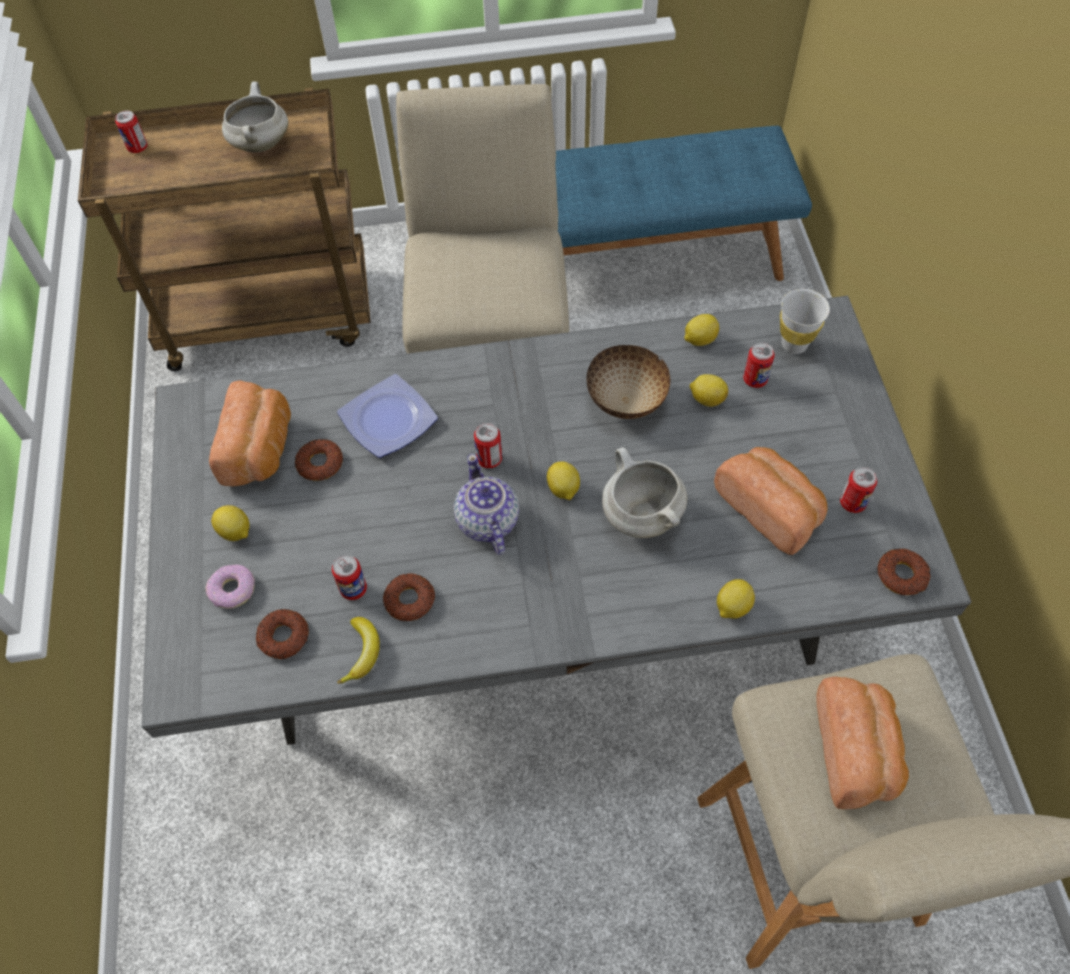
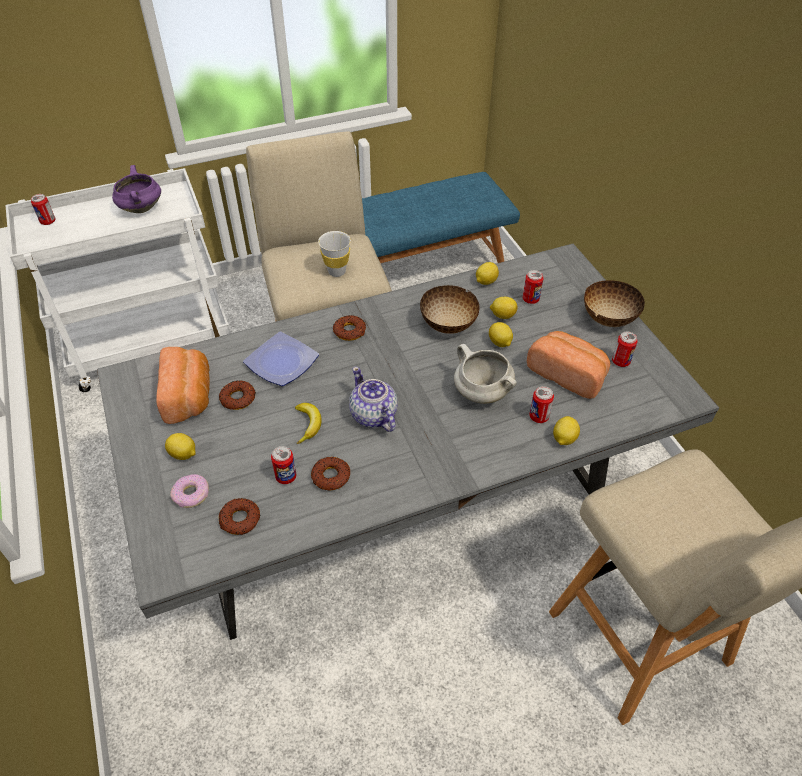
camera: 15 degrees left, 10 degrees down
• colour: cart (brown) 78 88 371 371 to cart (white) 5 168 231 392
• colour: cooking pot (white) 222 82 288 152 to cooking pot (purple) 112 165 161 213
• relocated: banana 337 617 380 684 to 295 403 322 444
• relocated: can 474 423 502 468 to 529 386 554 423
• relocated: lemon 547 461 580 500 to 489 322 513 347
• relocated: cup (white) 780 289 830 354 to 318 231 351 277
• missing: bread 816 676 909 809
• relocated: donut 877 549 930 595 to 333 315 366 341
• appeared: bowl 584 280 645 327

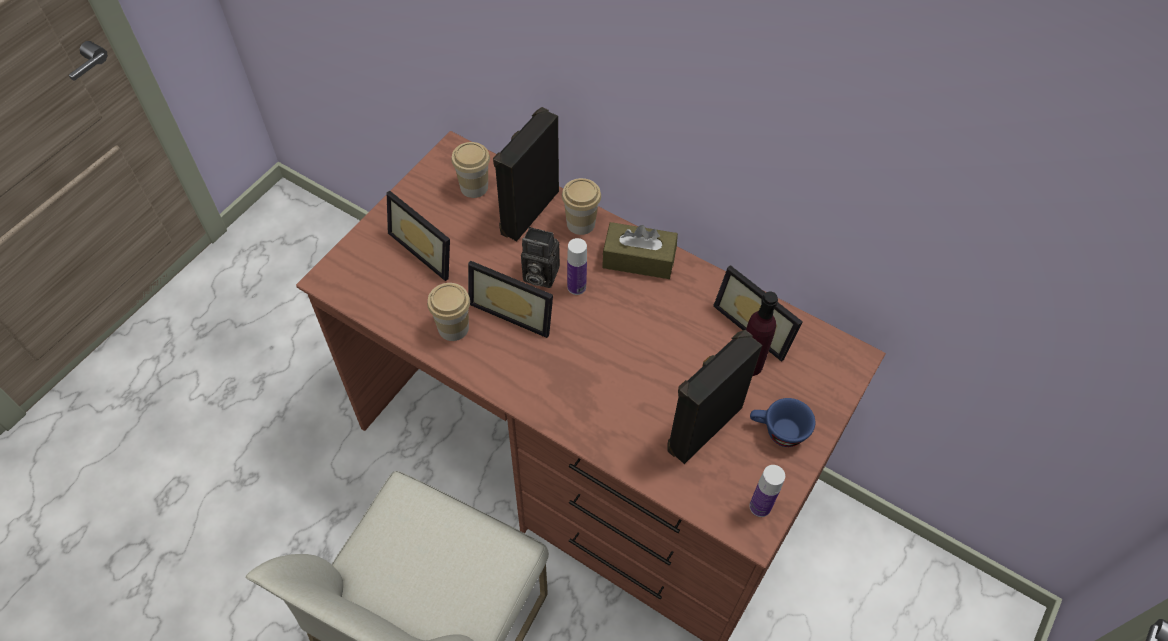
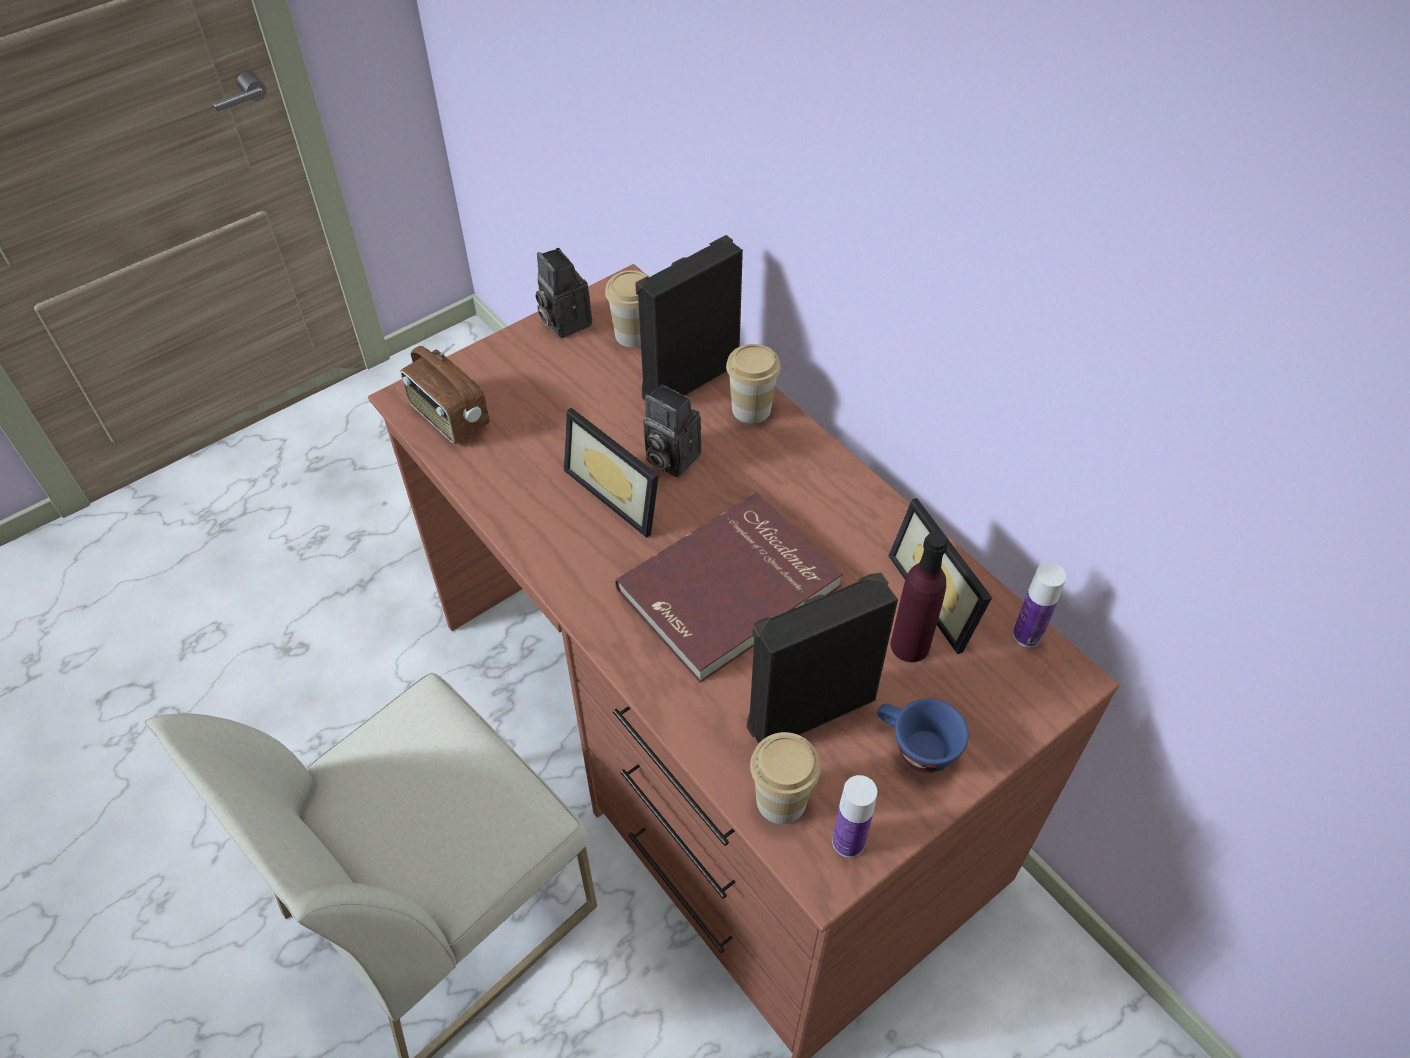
camera: 20 degrees right, 5 degrees down
• missing: picture frame 387 191 450 281
• relocated: cup 427 283 470 341 to 750 732 821 824
• relocated: bottle 567 238 587 295 to 1013 563 1066 647
• missing: tissue box (brown) 602 222 678 279
• appeared: radio 400 343 490 444
• appeared: photo camera 535 248 592 338
• appeared: book (red) 615 493 843 683

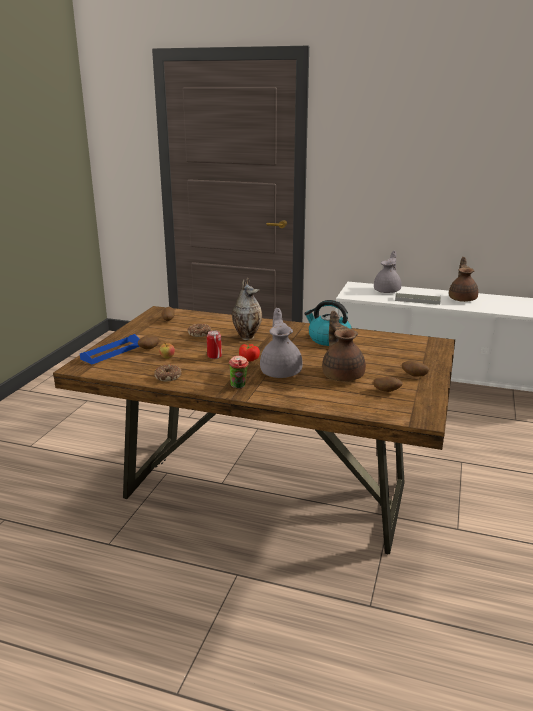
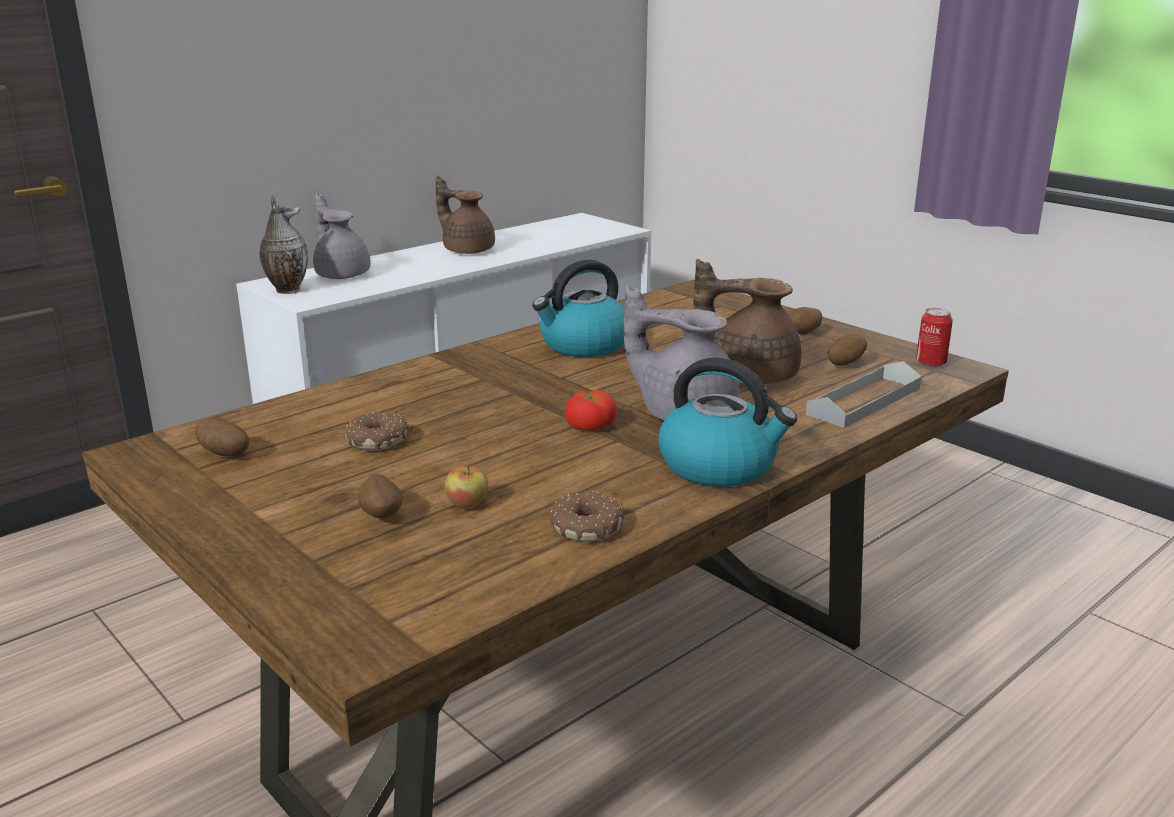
camera: 60 degrees left, 0 degrees up
• missing: tray (blue) 80 334 140 364
• relocated: can 207 330 222 359 to 916 308 953 367
• exchanged: cup 229 356 249 389 to kettle 659 358 797 487
• relocated: vase 232 278 262 340 to 260 195 308 294
• relocated: tray (grey) 395 292 441 305 to 806 361 921 428

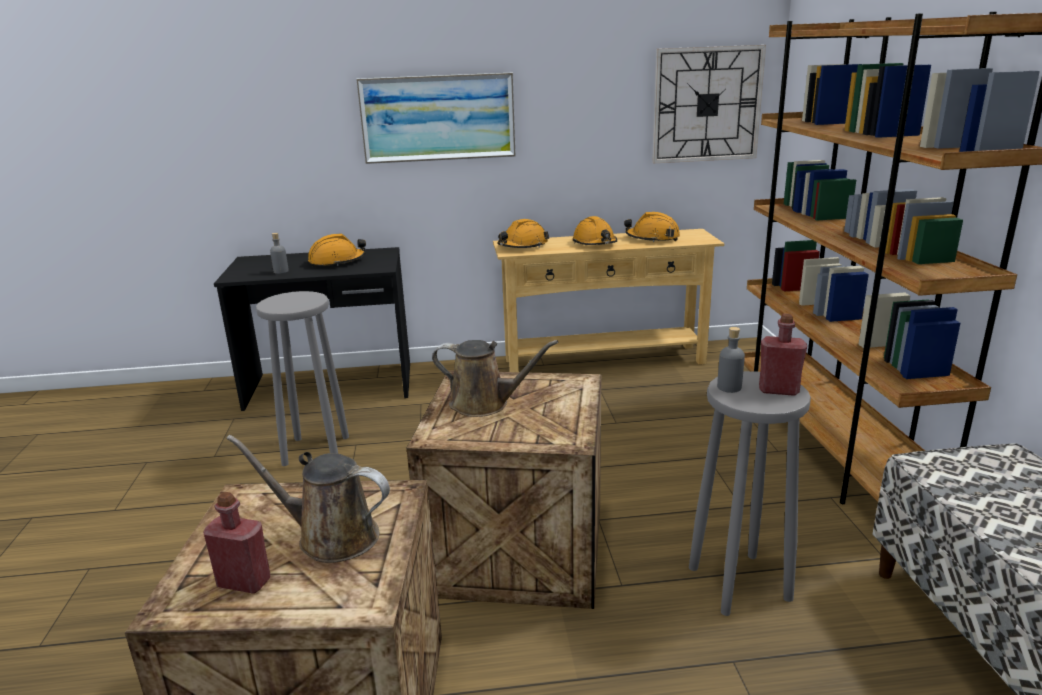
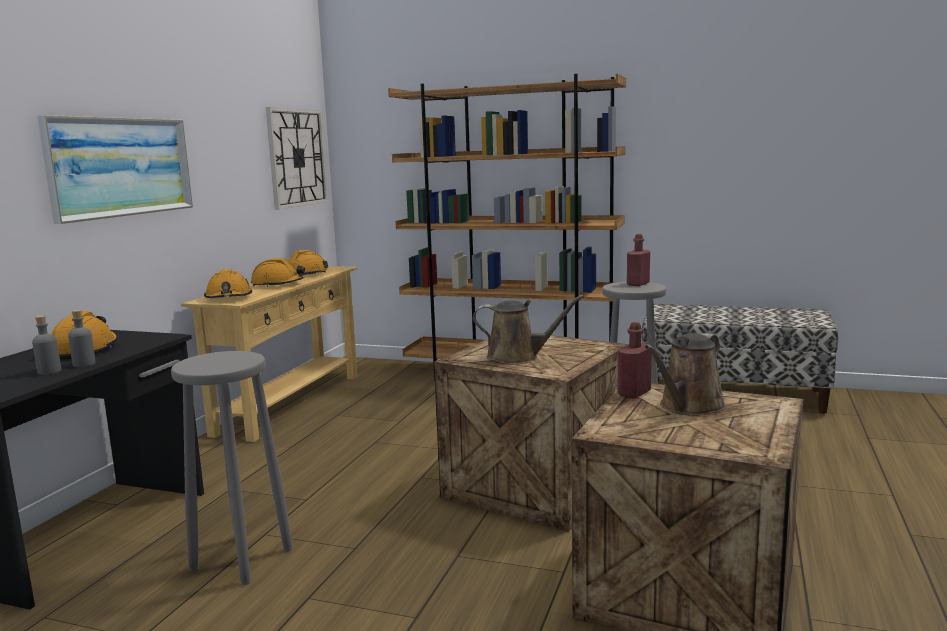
camera: 65 degrees left, 10 degrees down
• relocated: bottle (red) 203 492 270 594 to 618 322 652 399
• spun: watering can (brown) 432 340 558 417 = 473 294 585 365 60 degrees clockwise
• relocated: bottle (grey) 717 327 745 393 to 68 310 95 367

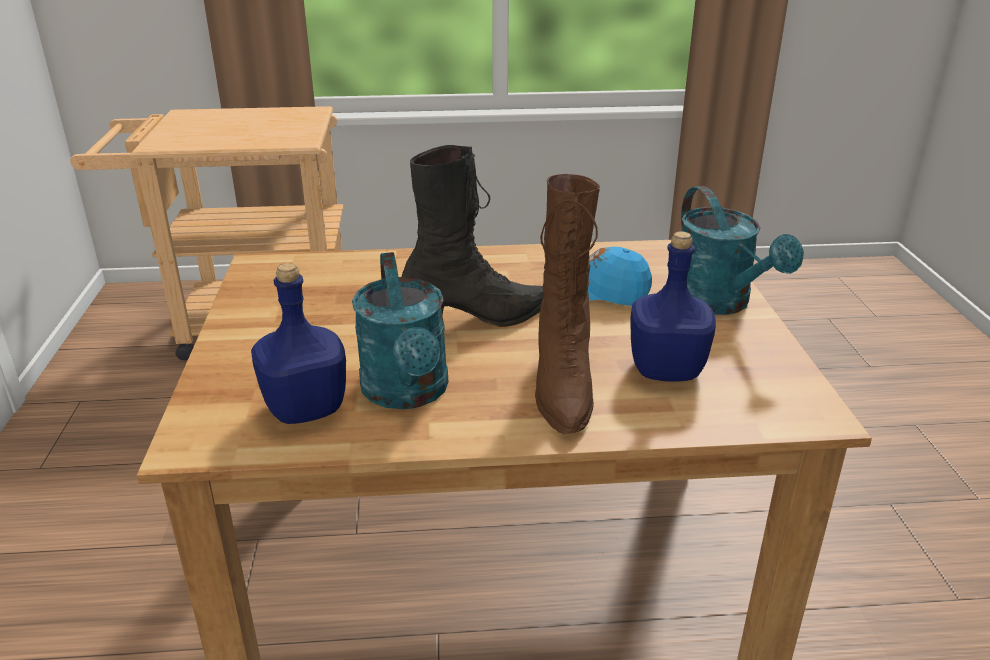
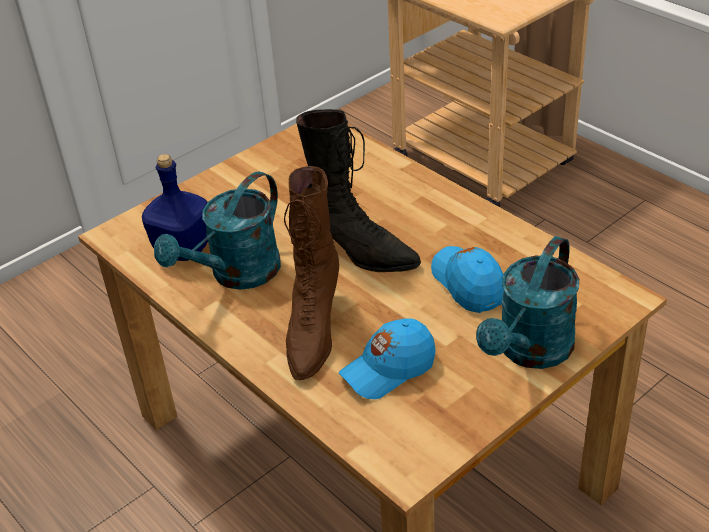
camera: 55 degrees right, 10 degrees up
• spun: boot (brown) 535 174 600 434 = 284 166 339 380 45 degrees counterclockwise
• exchanged: bottle (blue) 631 232 716 382 to cap (blue) 339 318 436 399

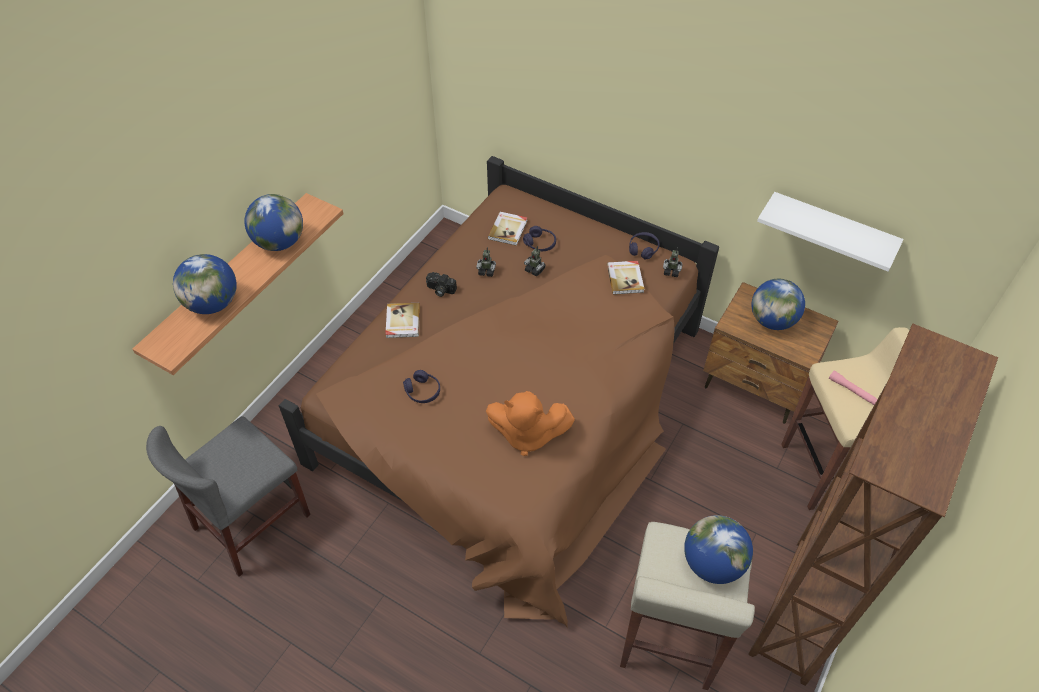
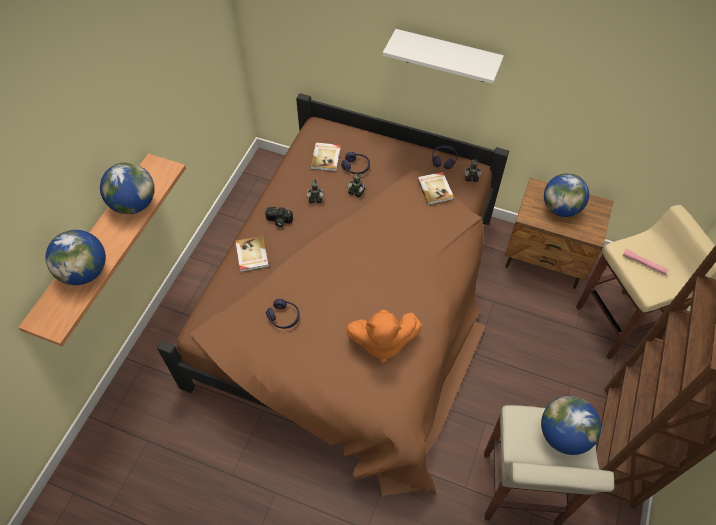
camera: 10 degrees left, 5 degrees up
• missing: chair (grey) 146 416 311 577
• relocated: shelf (white) 757 192 904 271 to 383 29 504 84

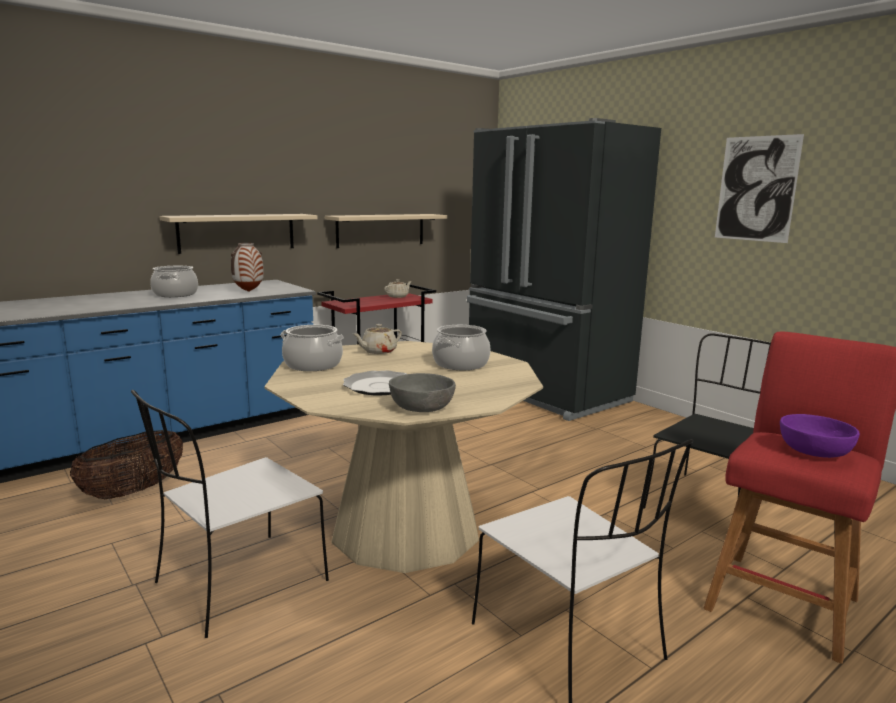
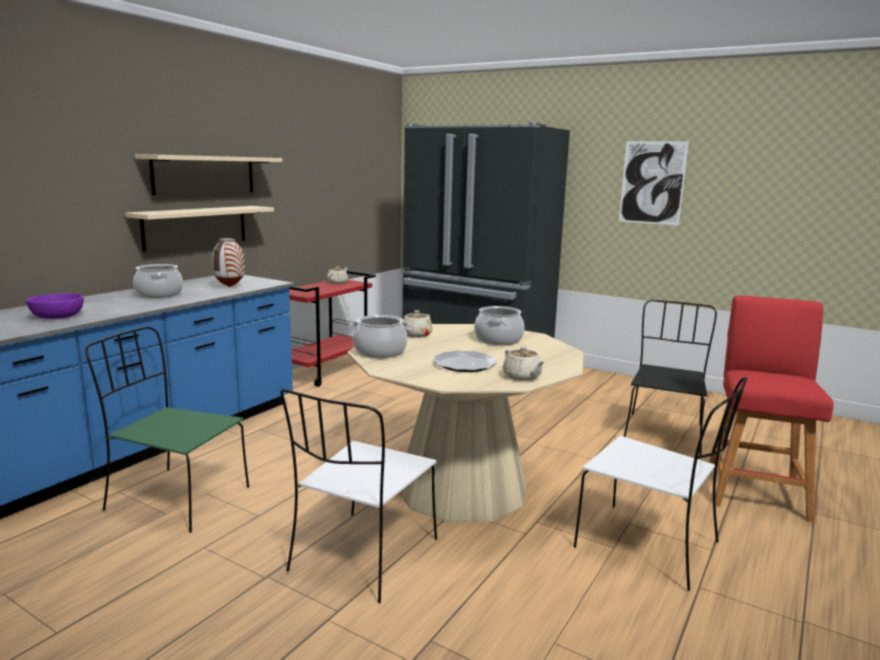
camera: 20 degrees left, 0 degrees up
• exchanged: basket 70 430 183 499 to chair (green) 85 327 249 533
• relocated: shelf (beige) 325 214 447 248 to 135 154 282 195
• exchanged: bowl (grey) 389 373 456 412 to teapot (beige) 503 347 545 381
• relocated: bowl (purple) 780 414 860 458 to 26 293 84 319

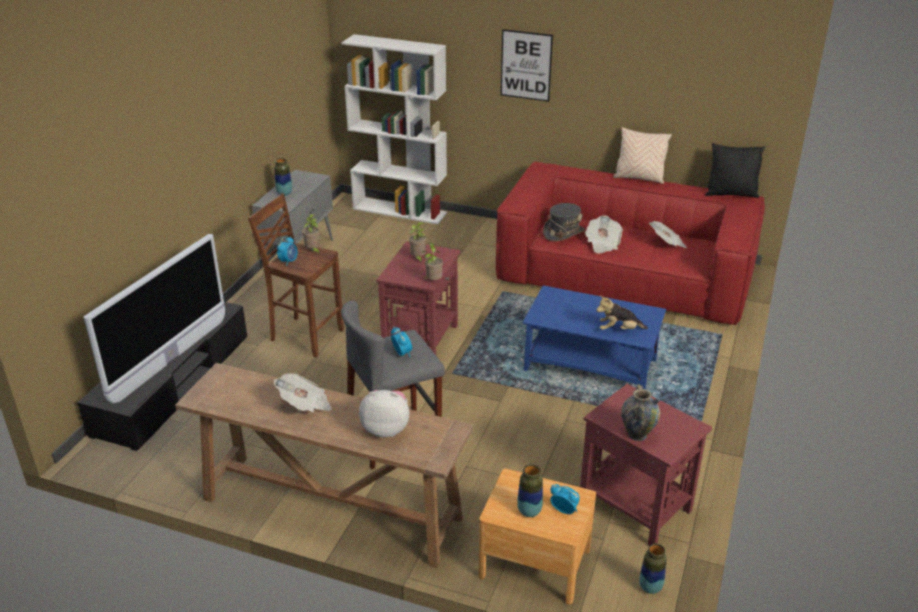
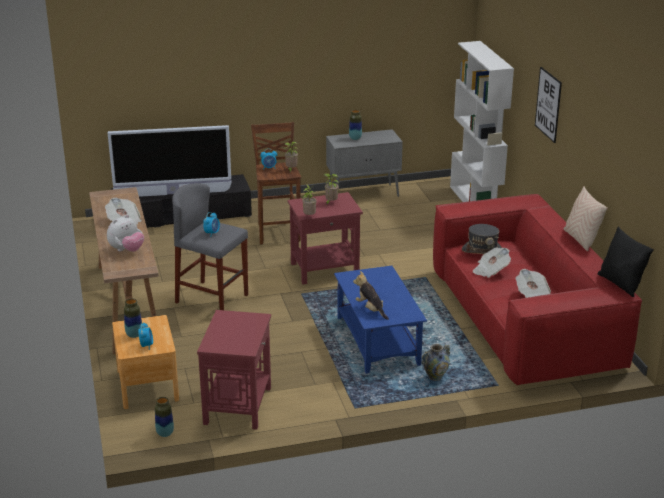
camera: 55 degrees right, 5 degrees down
• spun: plush toy 359 390 410 437 = 107 215 144 252 75 degrees clockwise
• relocated: vase 621 384 660 441 to 421 344 450 381

